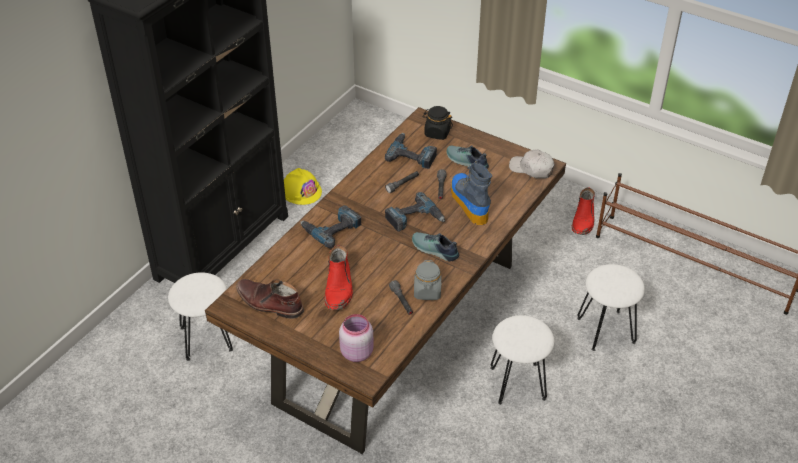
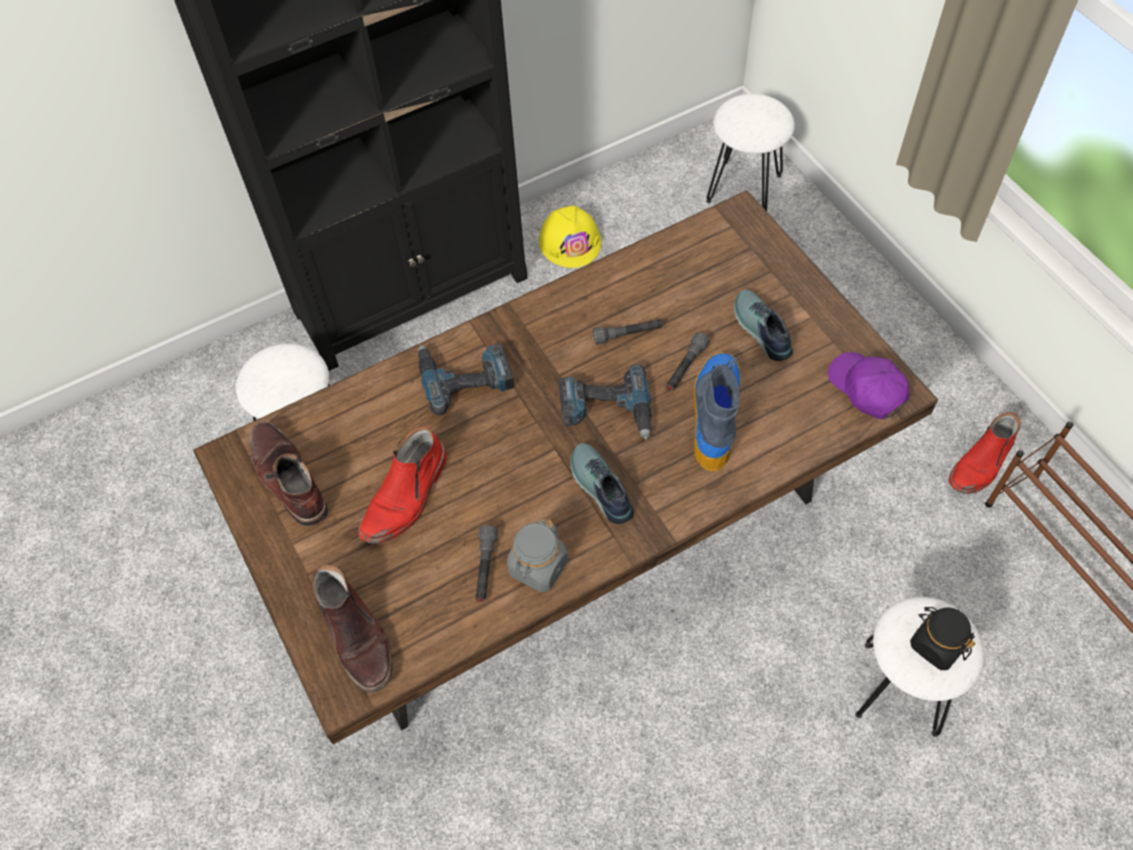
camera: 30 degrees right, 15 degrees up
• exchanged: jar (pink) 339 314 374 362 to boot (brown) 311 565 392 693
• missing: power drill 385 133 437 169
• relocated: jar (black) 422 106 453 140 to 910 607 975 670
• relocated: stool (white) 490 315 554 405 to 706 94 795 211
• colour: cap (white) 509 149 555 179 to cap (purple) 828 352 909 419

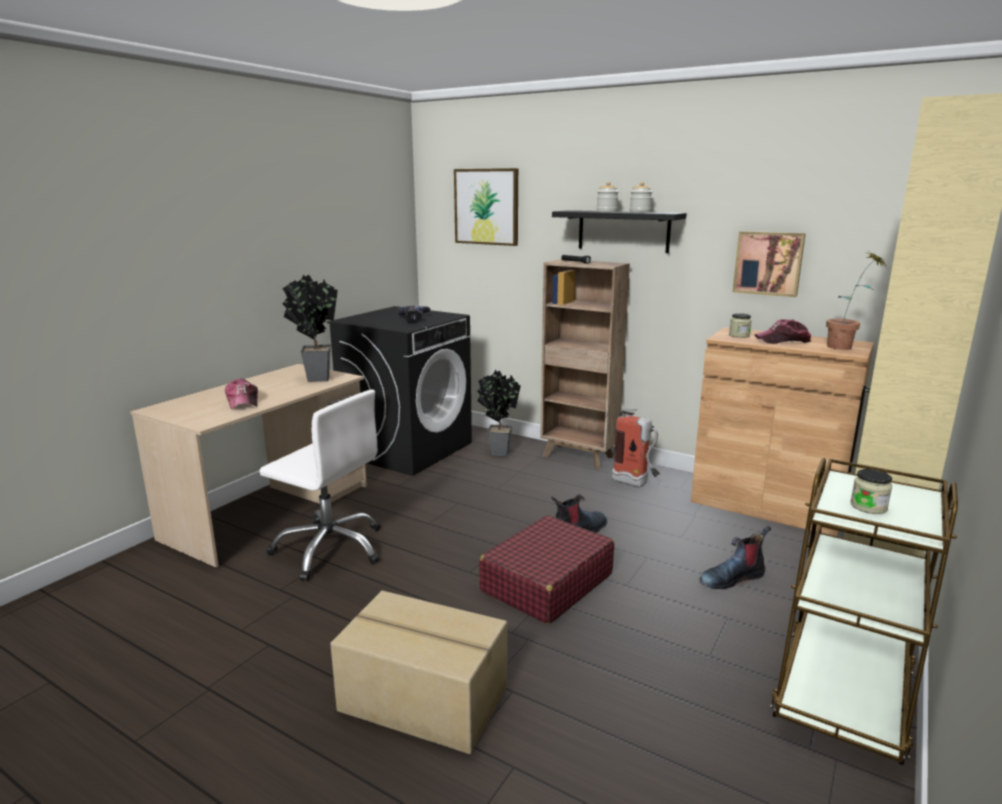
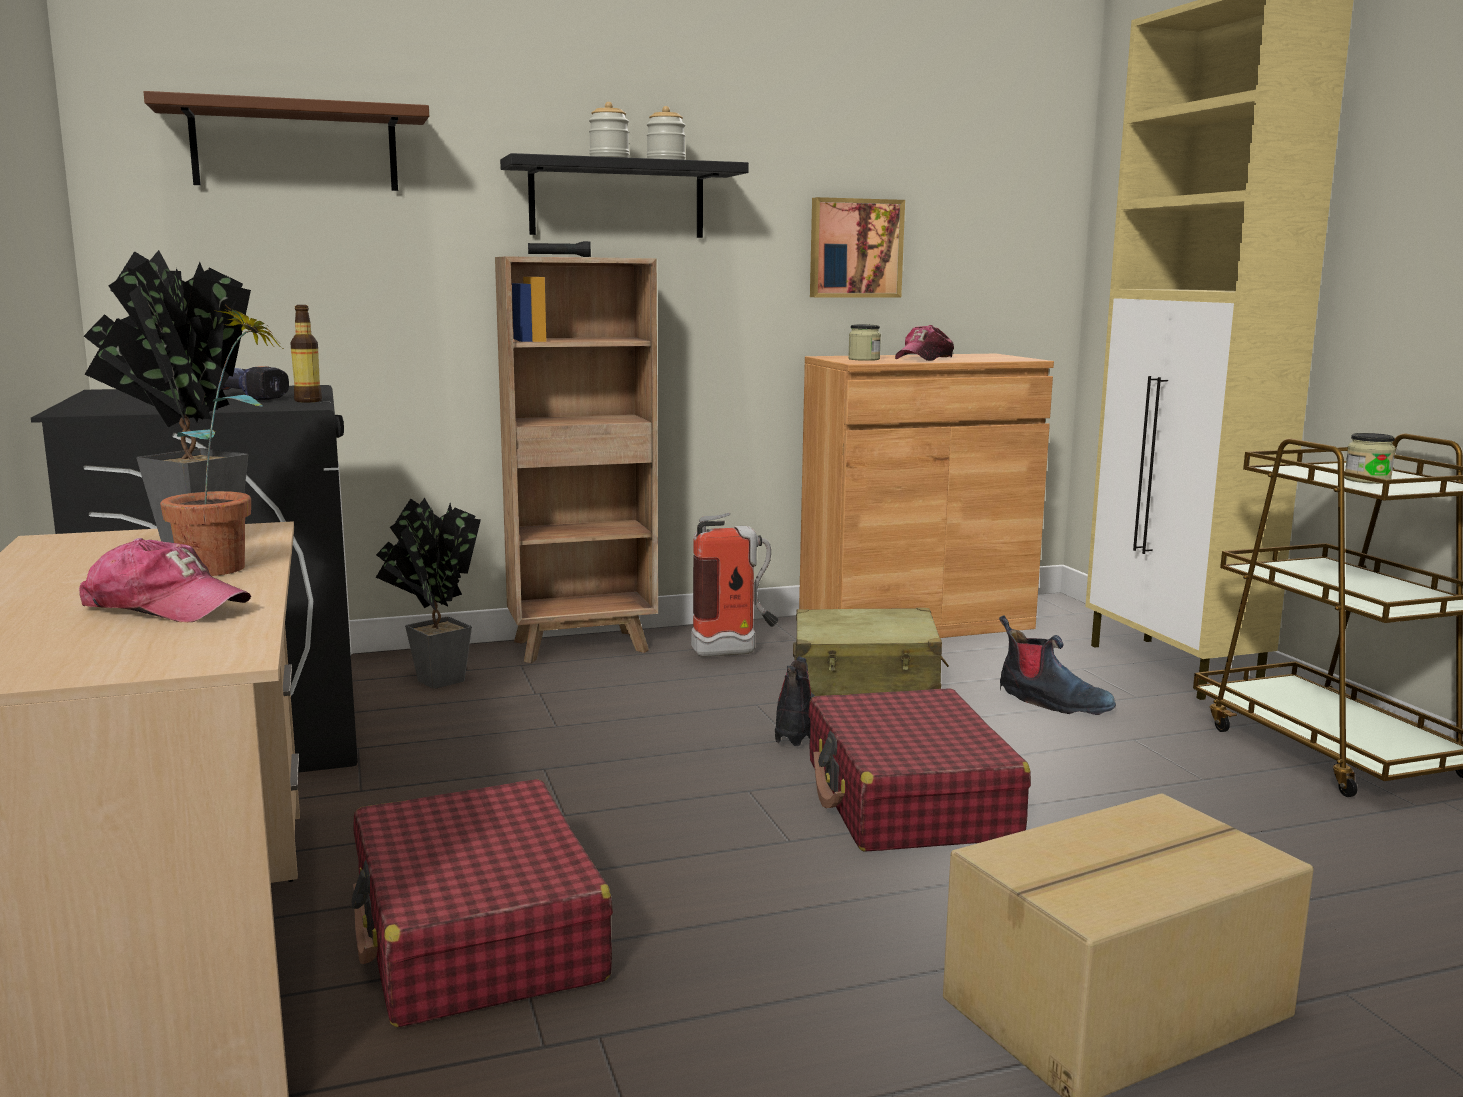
camera: 50 degrees left, 5 degrees down
• exchanged: office chair (white) 259 390 381 581 to suitcase (red) 352 779 613 1027
• exchanged: picture 454 168 518 246 to shelf (brown) 144 91 429 191
• spun: boot 700 526 771 589 = 999 616 1116 715 75 degrees counterclockwise
• relocated: potted plant 826 252 886 350 to 160 305 282 576
• appeared: bottle 290 305 322 402
• appeared: suitcase (beige) 793 608 949 696

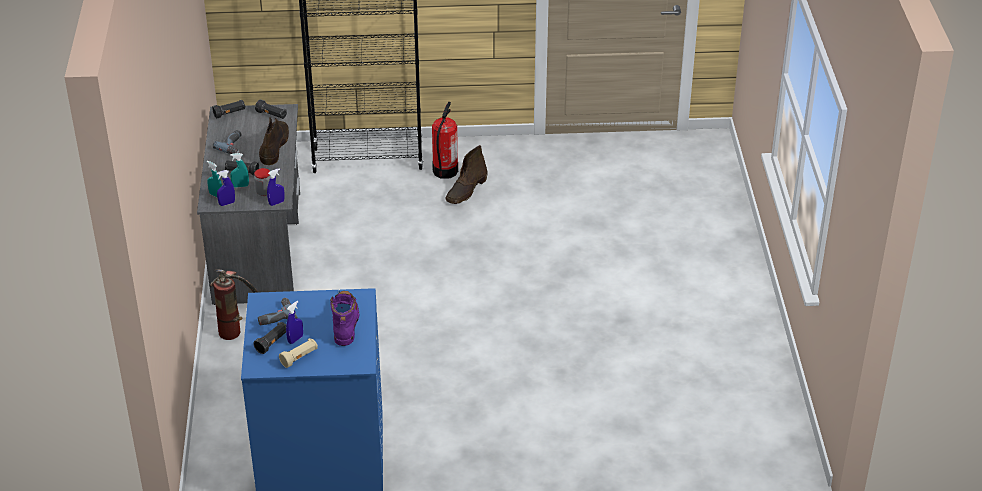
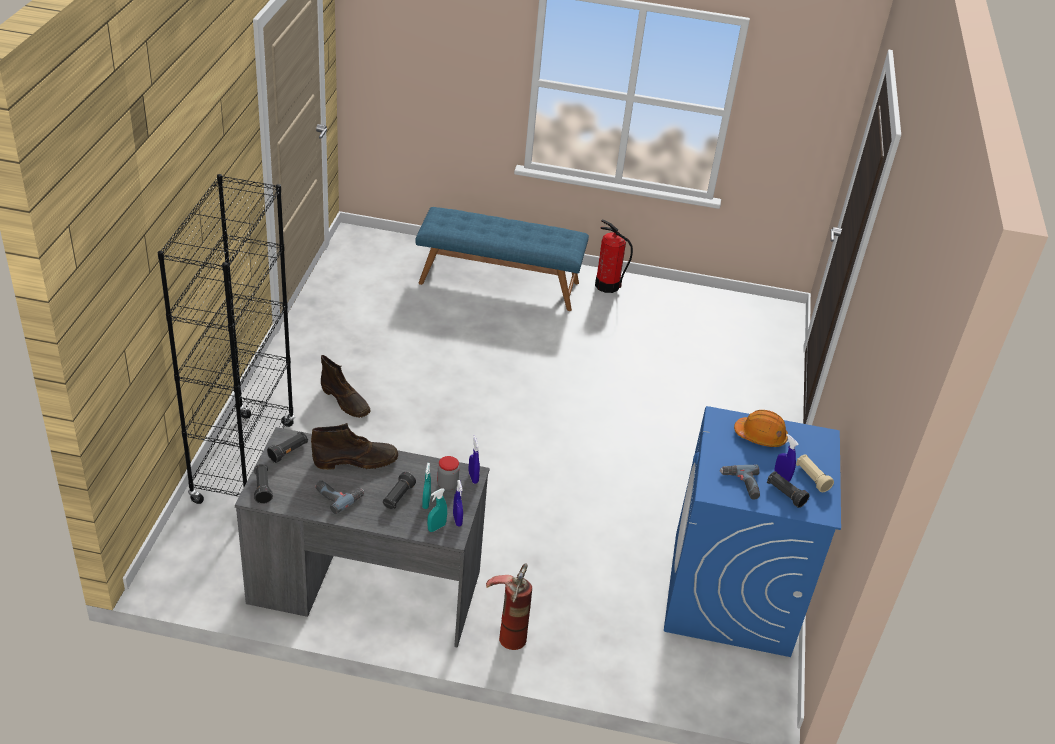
camera: 80 degrees left, 0 degrees up
• spun: boot (brown) 259 117 289 165 = 311 423 398 470 150 degrees clockwise
• exchanged: boot (purple) 330 291 359 346 to hard hat (orange) 734 410 788 447
• relocated: fire extinguisher 432 102 458 179 to 595 219 633 293
• appeared: bench (blue) 415 207 589 311

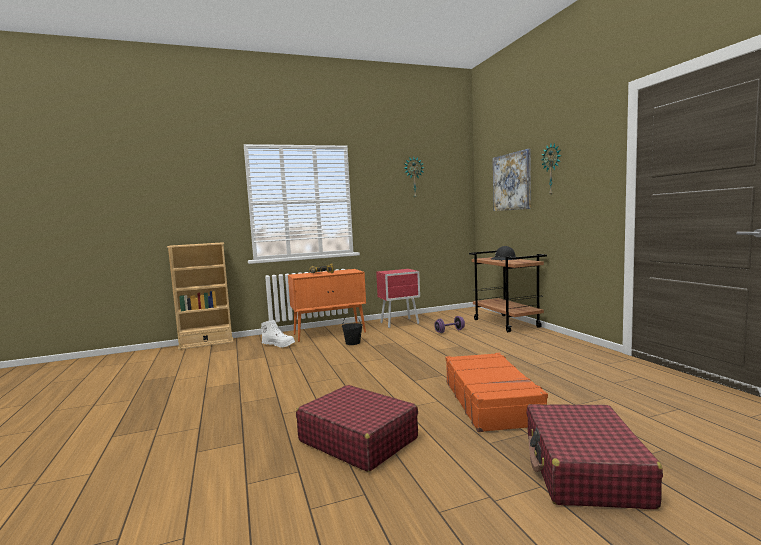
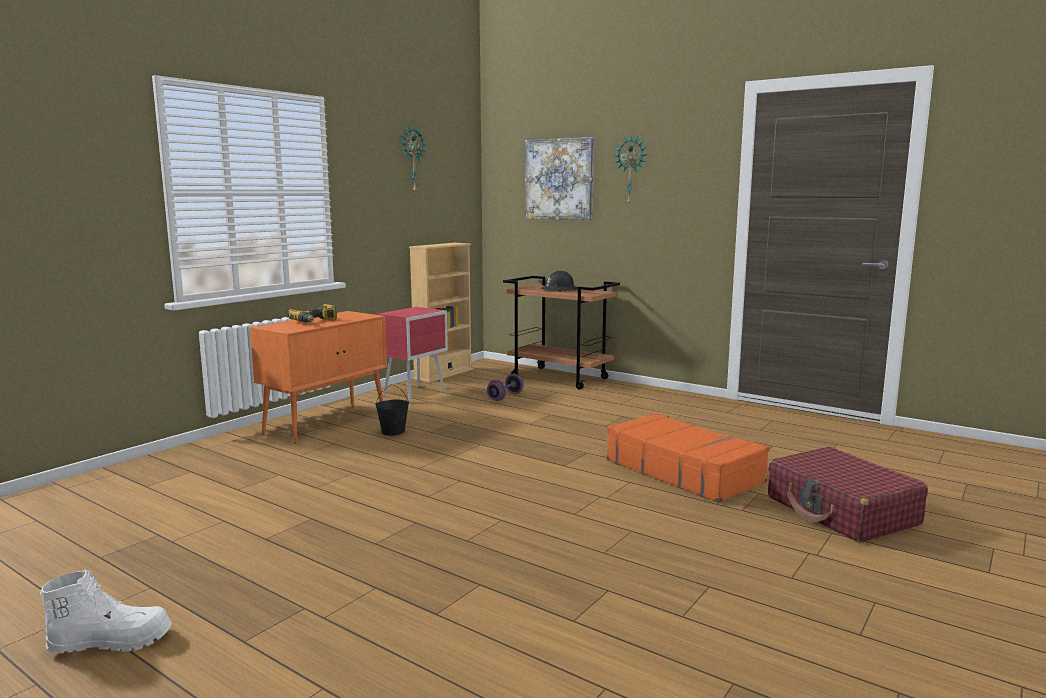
camera: 35 degrees left, 5 degrees up
• relocated: bookcase (beige) 167 242 233 350 to 409 243 473 383
• relocated: boot (white) 261 320 295 348 to 40 569 172 653
• missing: suitcase (red) 296 385 418 472

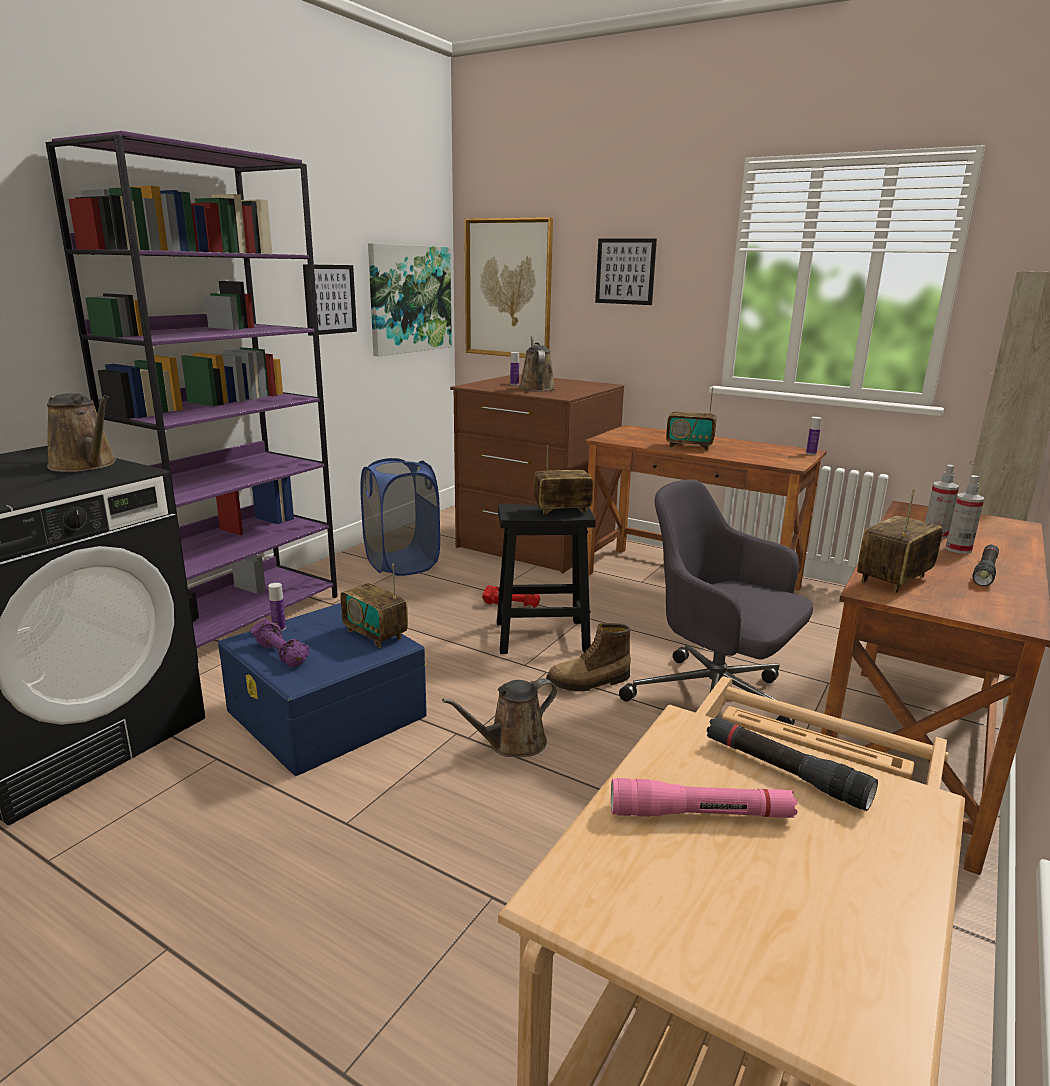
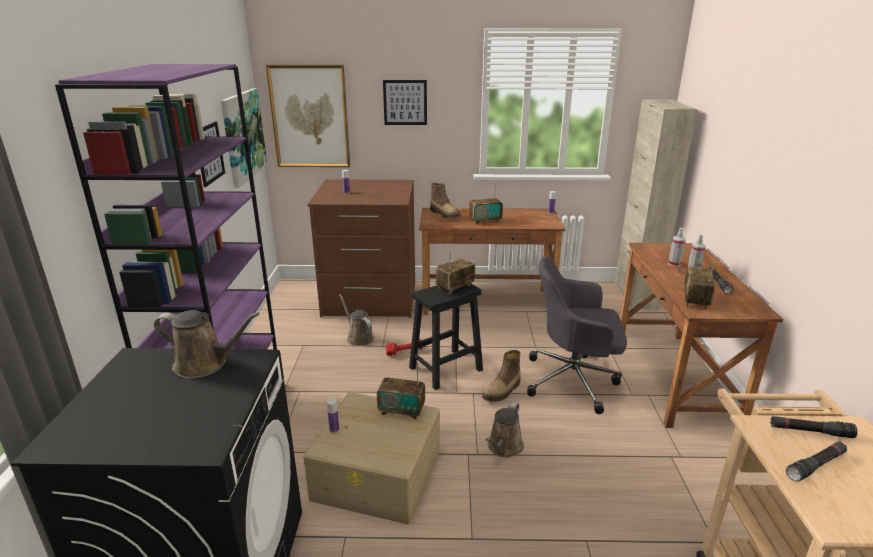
camera: 30 degrees left, 5 degrees up
• colour: storage box (blue) 218 603 427 776 to storage box (beige) 303 392 440 524
• missing: dumbbell (purple) 250 618 309 668
• missing: laundry basket (blue) 360 458 440 576
• relocated: watering can (brown) 519 335 555 391 to 339 294 374 346
• colour: flashlight (pink) 611 778 798 818 to flashlight (black) 786 442 847 482
• appeared: boot 430 183 461 218

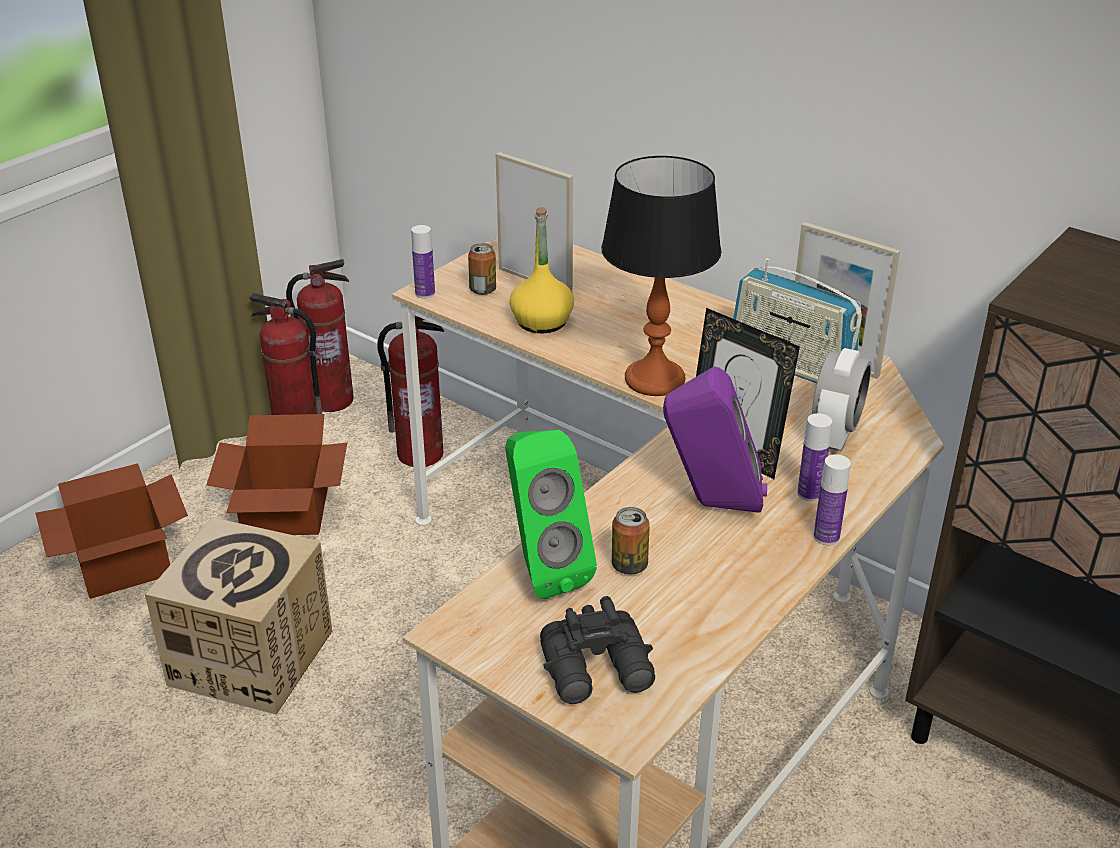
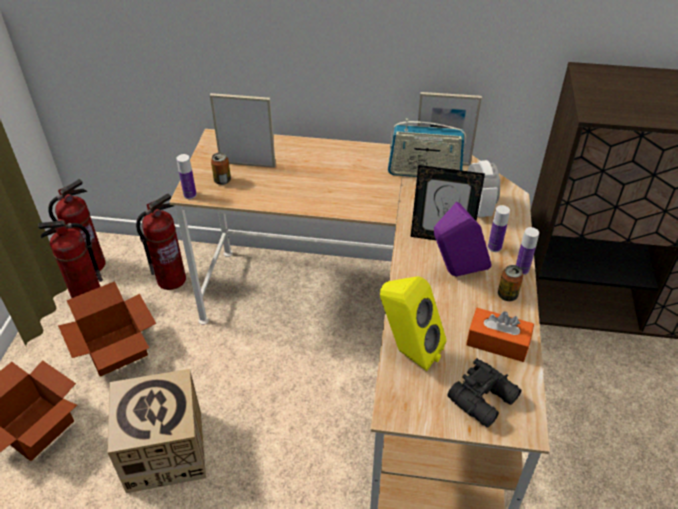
camera: 30 degrees left, 10 degrees up
• colour: speaker (green) 505 430 597 599 to speaker (yellow) 380 276 446 371
• missing: bottle (yellow) 509 207 574 333
• missing: table lamp 601 156 722 396
• relocated: can 612 507 650 575 to 498 265 523 301
• appeared: tissue box (orange) 466 308 534 362

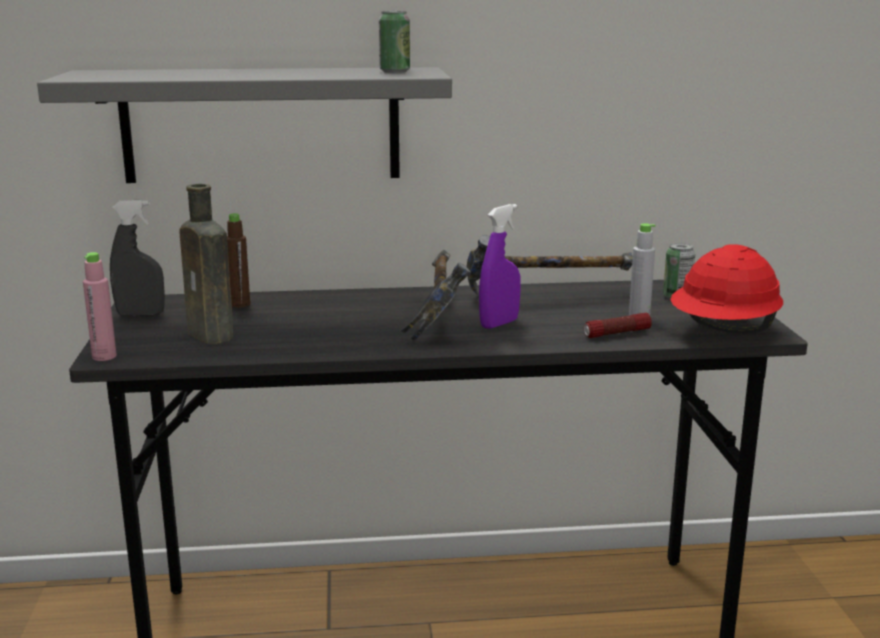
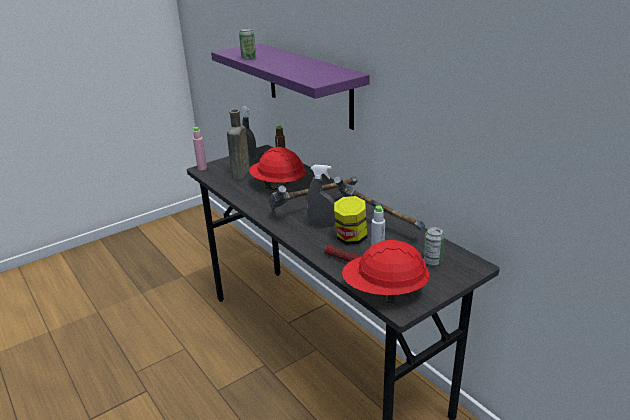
camera: 60 degrees right, 10 degrees up
• colour: shelf (grey) 37 67 452 183 to shelf (purple) 211 43 370 130
• relocated: can 379 10 410 73 to 239 28 256 60
• colour: spray bottle (purple) 479 204 520 329 to spray bottle (grey) 307 165 335 227
• appeared: hard hat (red) 249 147 306 190
• appeared: jar 334 196 368 245

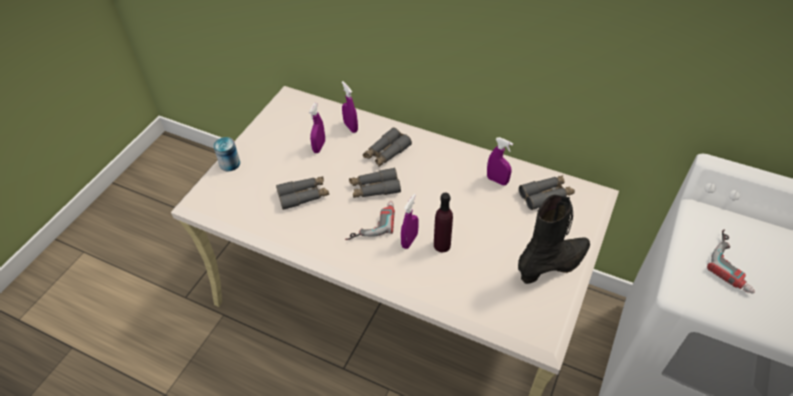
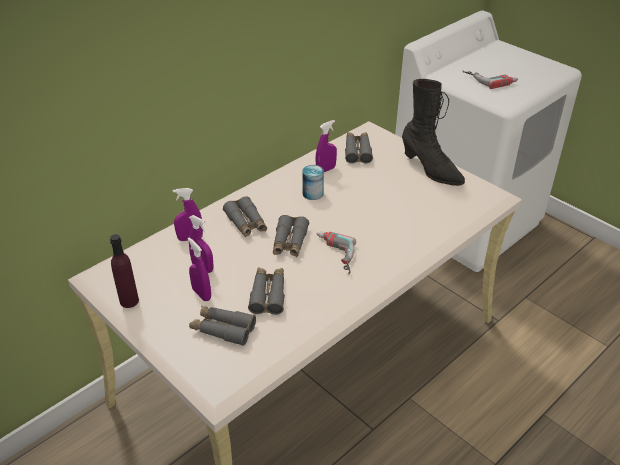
camera: 70 degrees left, 10 degrees down
• relocated: can 213 137 240 171 to 302 165 324 200
• relocated: spray bottle (purple) 401 194 419 249 to 188 237 211 301
• relocated: bottle (purple) 434 193 453 252 to 110 234 139 308
• spun: boot (black) 518 195 590 284 = 402 79 465 186 150 degrees clockwise
• appeared: binoculars (grey) 189 306 256 346

